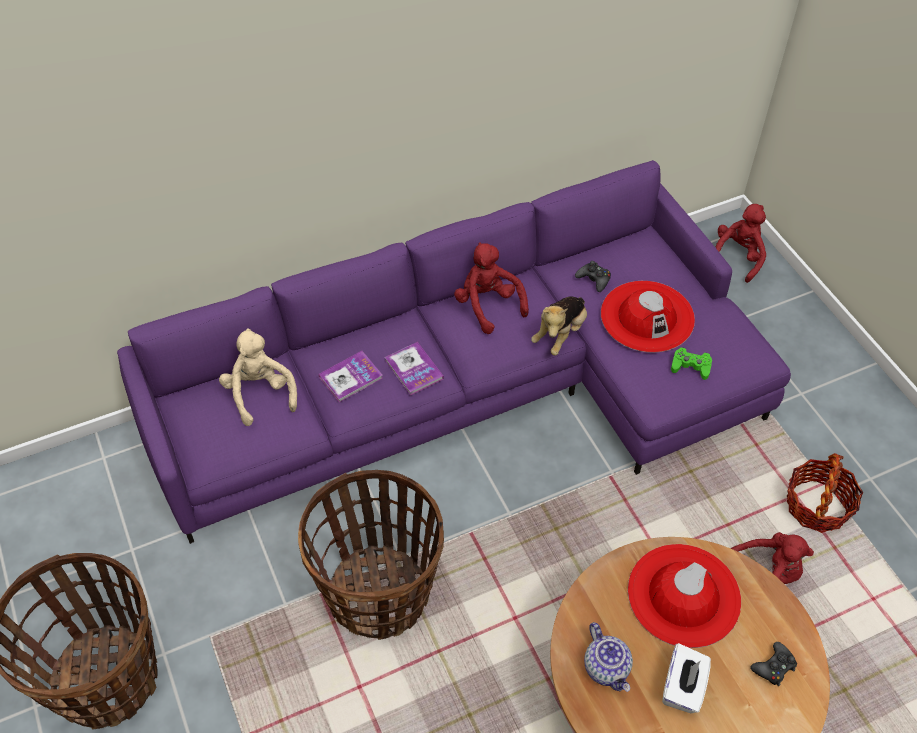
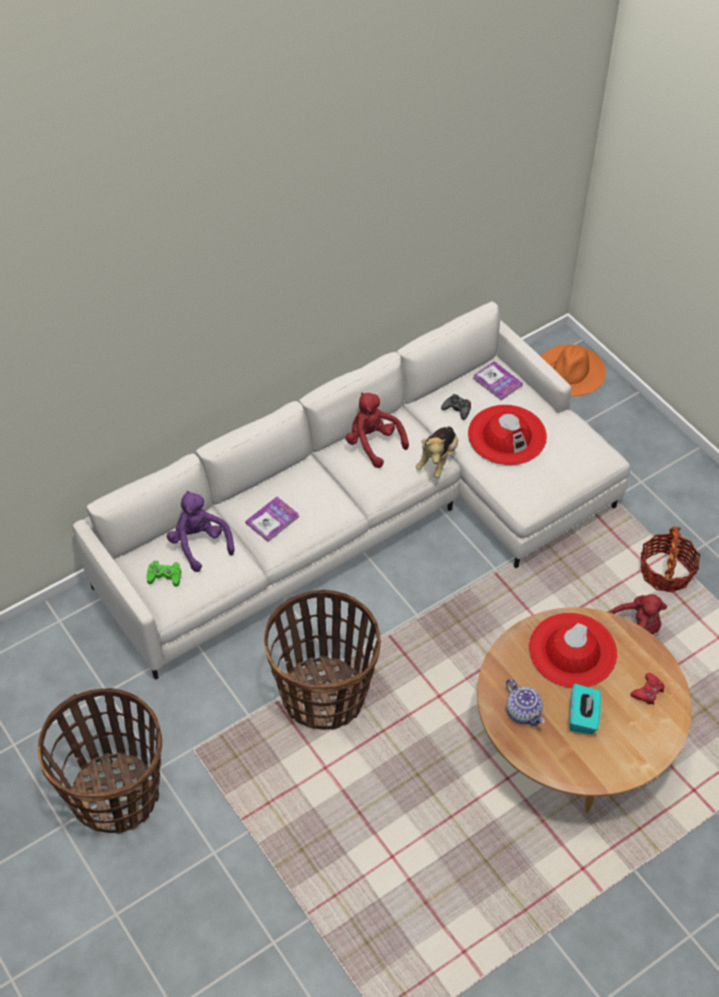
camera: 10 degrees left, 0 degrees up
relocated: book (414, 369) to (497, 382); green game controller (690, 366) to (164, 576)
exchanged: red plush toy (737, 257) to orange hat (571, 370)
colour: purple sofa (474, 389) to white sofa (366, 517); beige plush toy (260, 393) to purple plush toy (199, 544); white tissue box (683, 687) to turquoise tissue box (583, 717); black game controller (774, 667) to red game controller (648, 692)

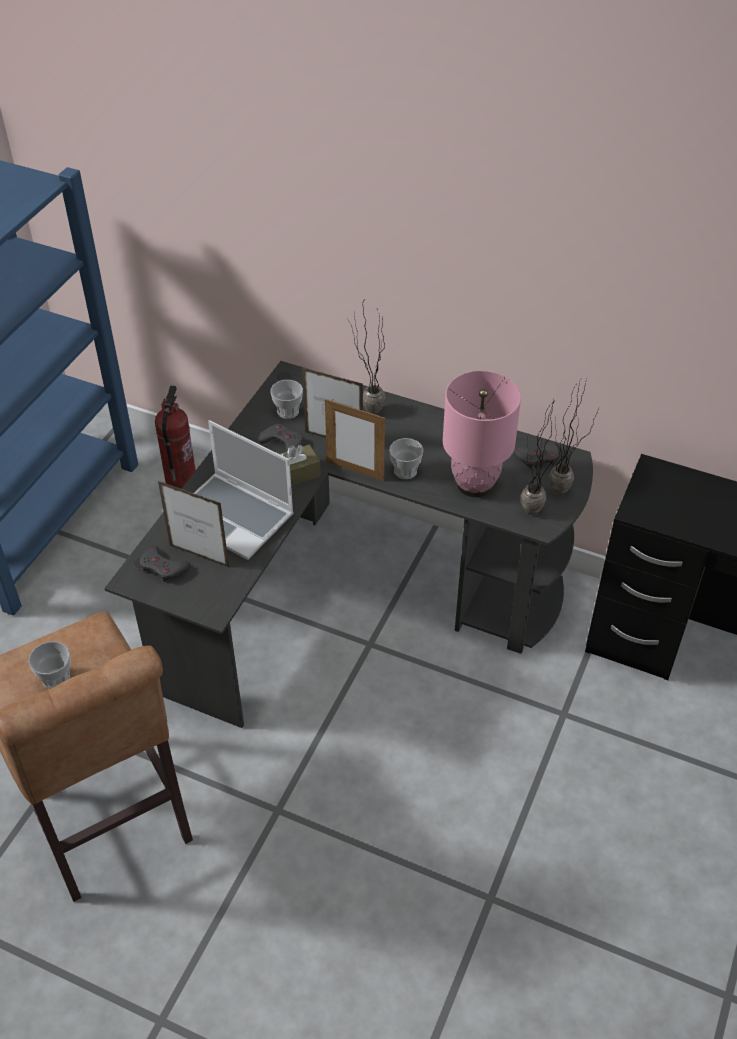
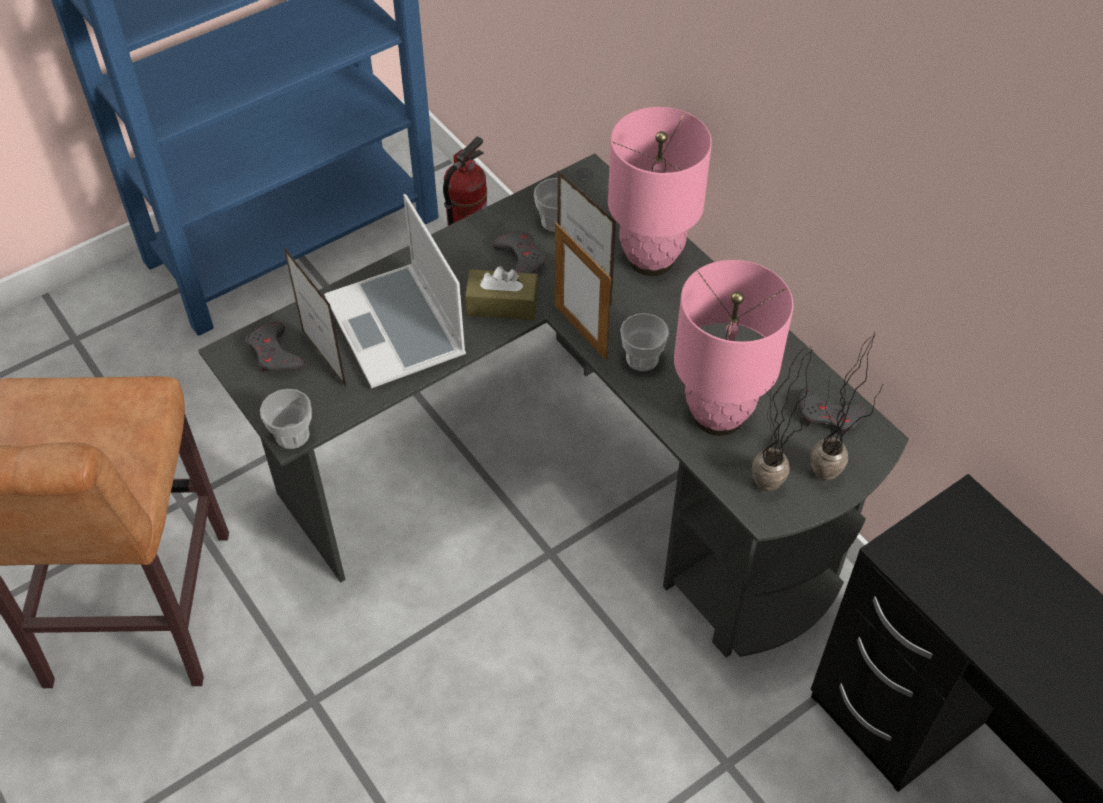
camera: 30 degrees right, 5 degrees up
relocated: cup (56, 678) to (292, 435)
exchanged: potted plant (366, 410) to pink table lamp (651, 259)

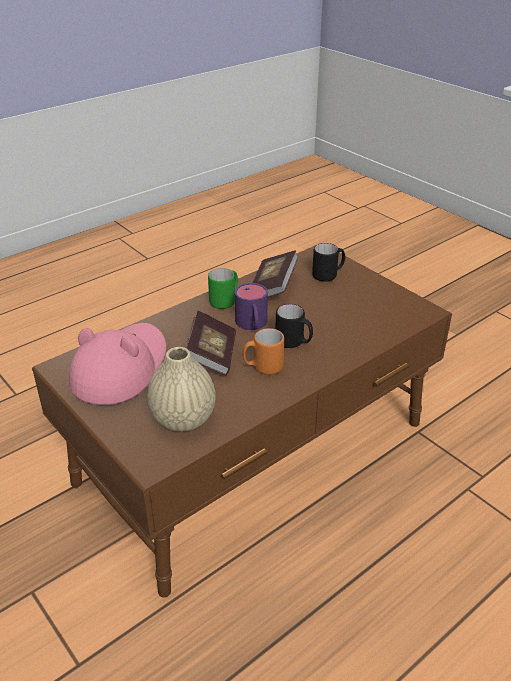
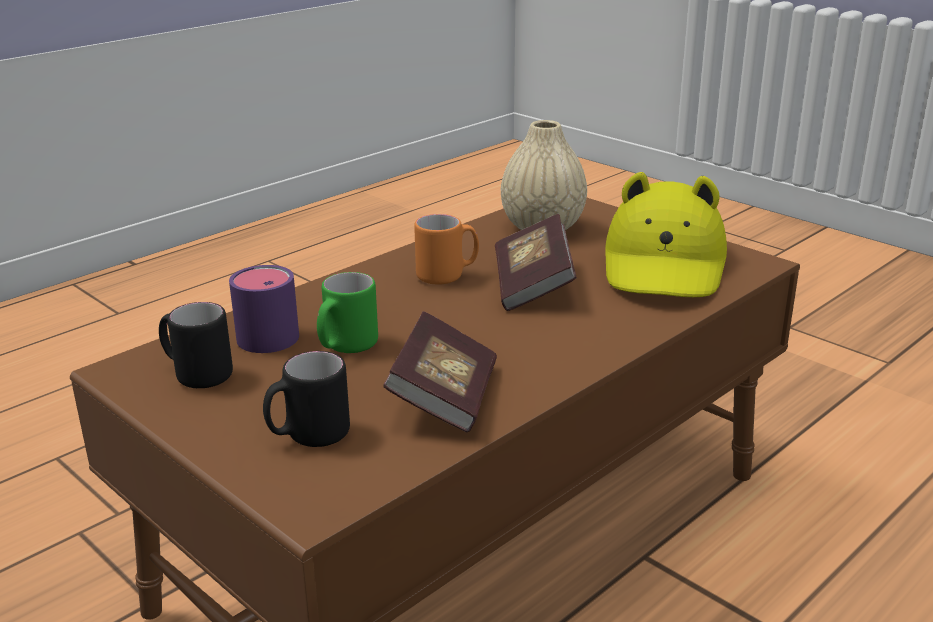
camera: 175 degrees right, 10 degrees down
relocated: green mug (225, 301) to (345, 347); purple mug (252, 325) to (266, 331); black mug (294, 343) to (196, 375)
colour: pink hat (120, 368) to yellow hat (665, 265)

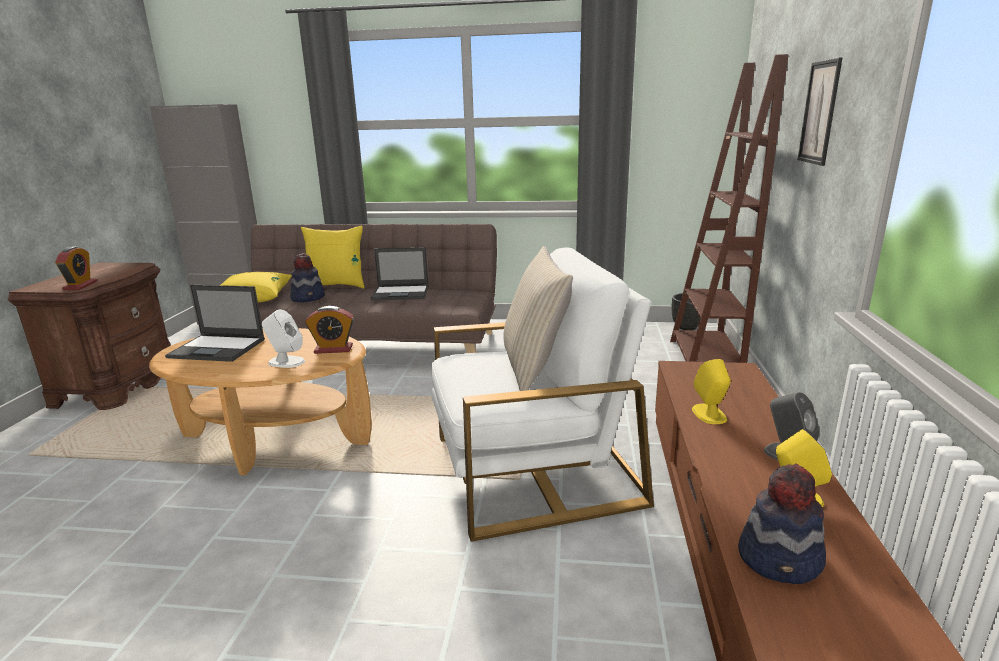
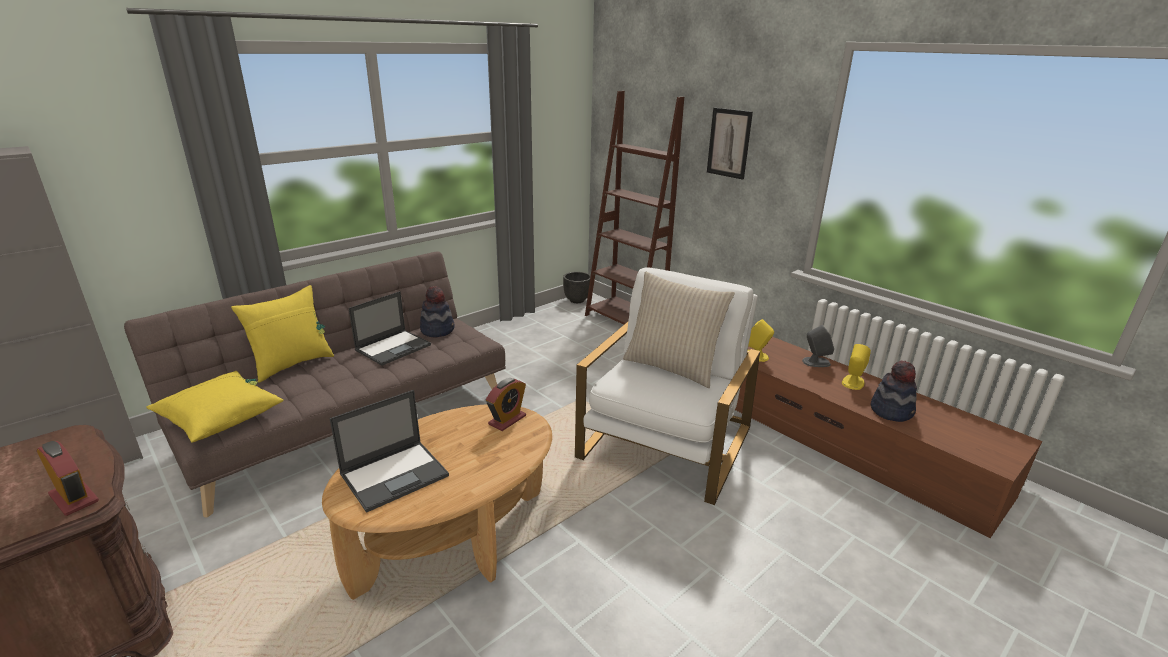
camera: 50 degrees left, 5 degrees up
missing: white speaker (286, 362)
relocated: hat (308, 298) to (438, 330)

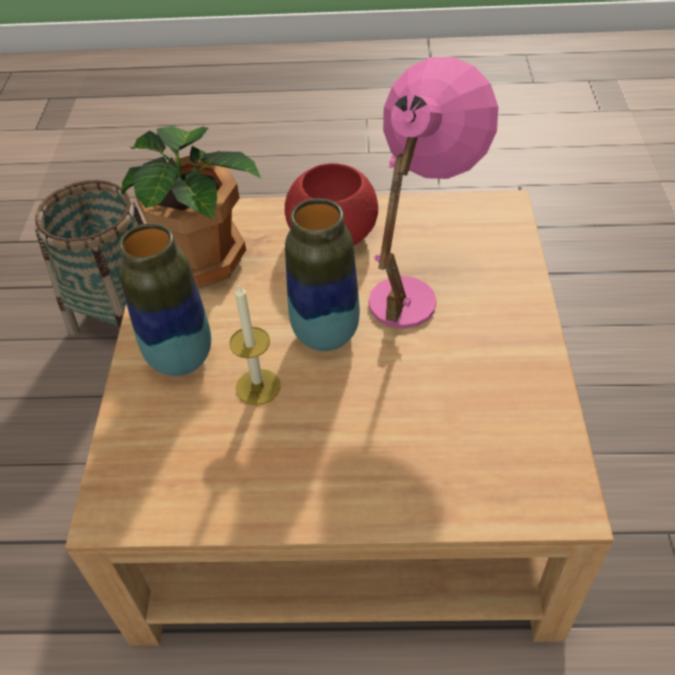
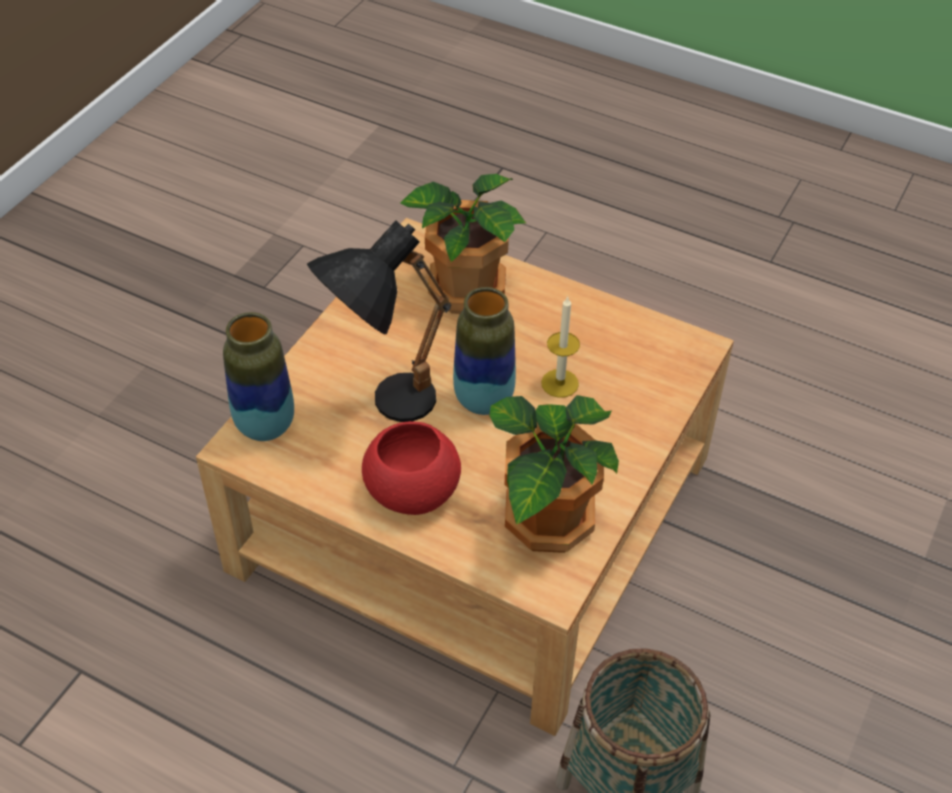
camera: 155 degrees left, 0 degrees up
appeared: potted plant (465, 288)
relocated: vase (181, 358) to (265, 426)
colour: pink table lamp (415, 287) to black table lamp (383, 406)

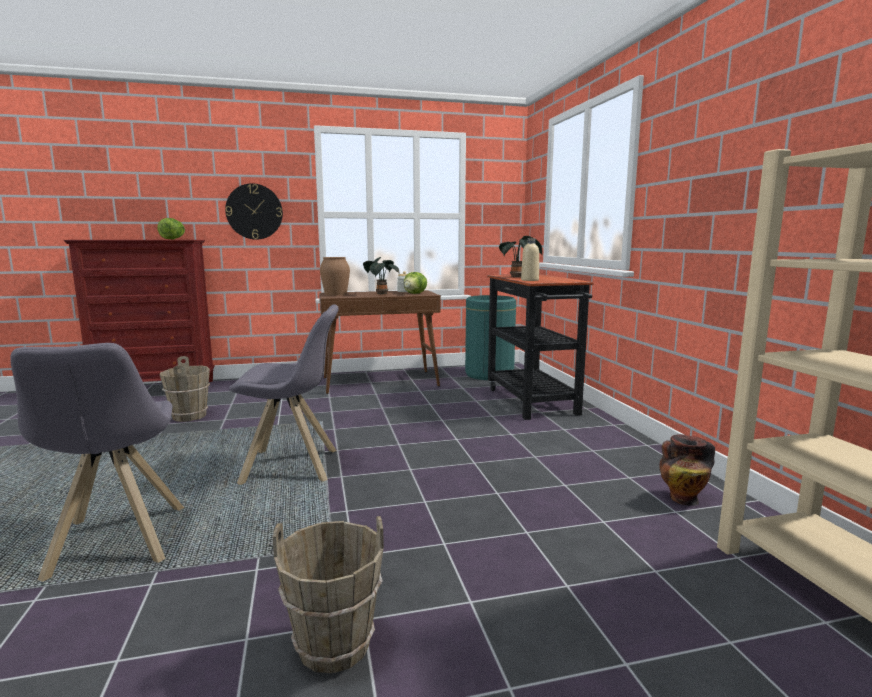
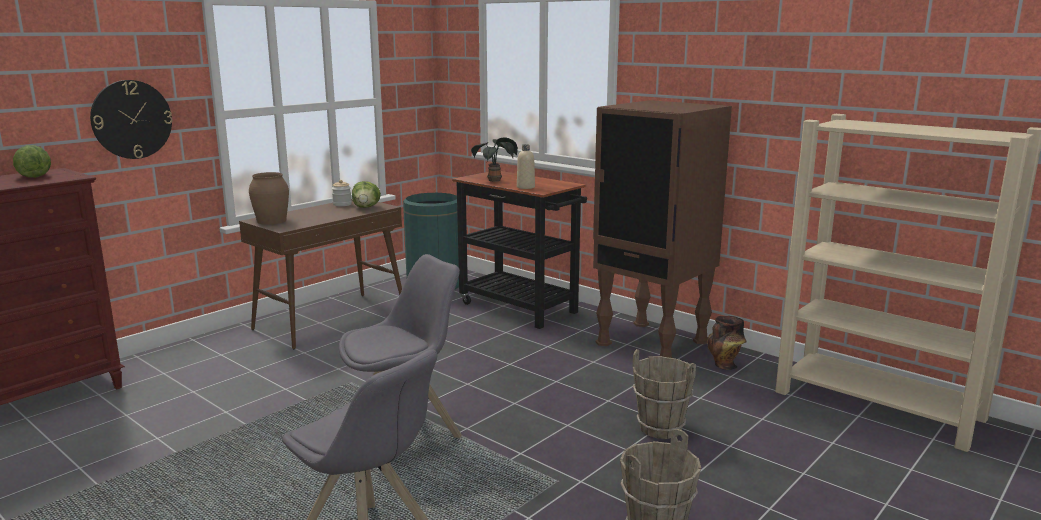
camera: 35 degrees left, 5 degrees up
missing: potted plant (380, 293)
appeared: brown cabinet (652, 343)
relocated: brown bucket (190, 416) to (660, 428)

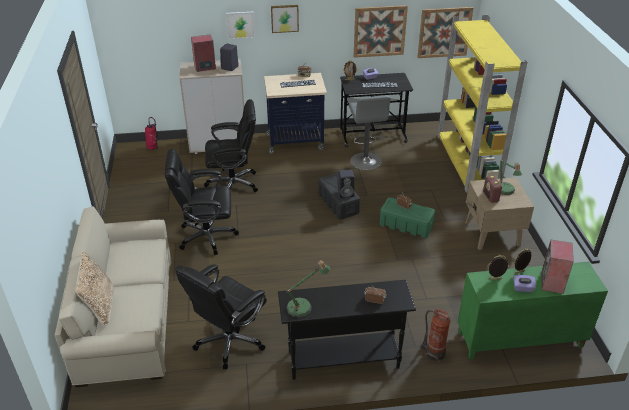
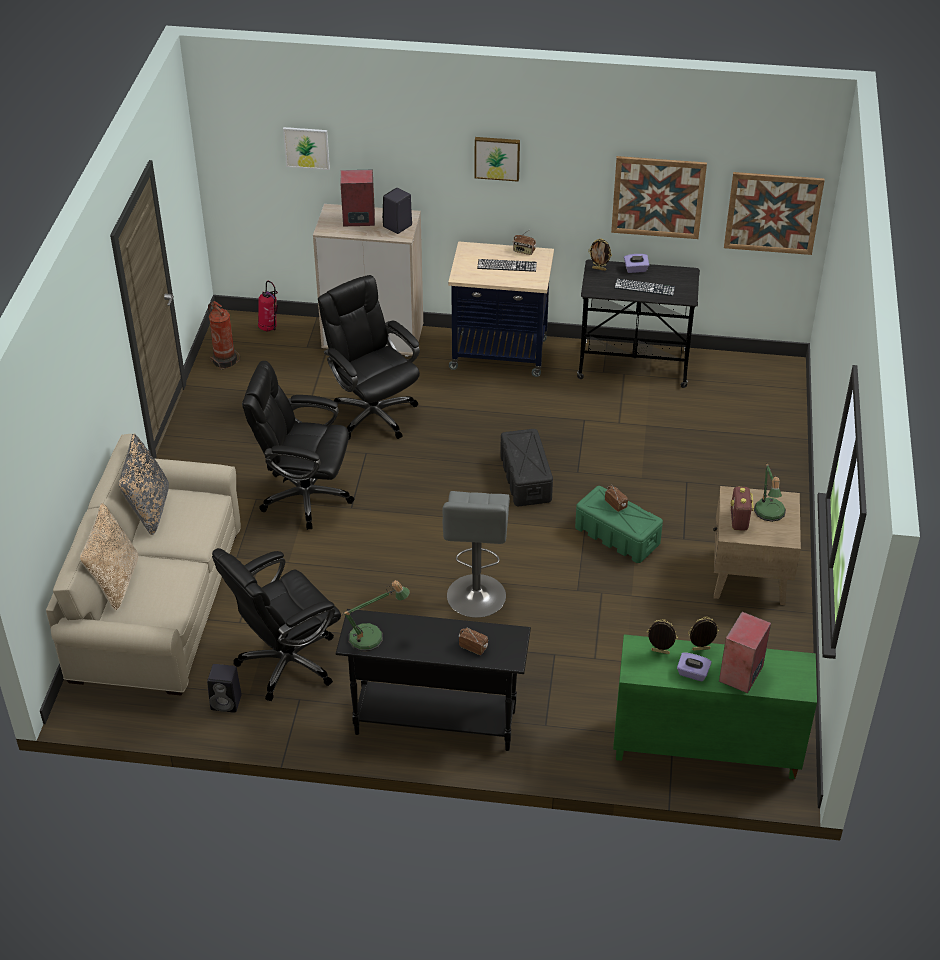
camera: 15 degrees right, 5 degrees up
missing: yellow bookcase (467, 161)
appeared: grey pillow (149, 510)
relocated: picture (240, 25) to (306, 148); black speaker (346, 193) to (227, 702); grey stool (365, 161) to (475, 596); fire extinguisher (434, 352) to (224, 360)
spun: black office chair (233, 184) = (373, 415) 135 degrees counterclockwise

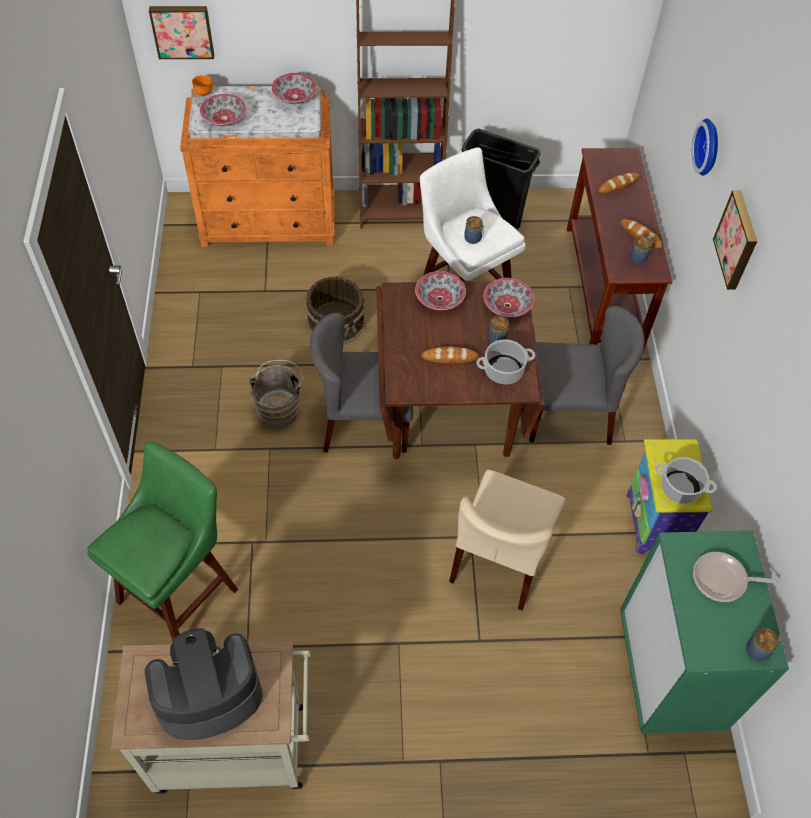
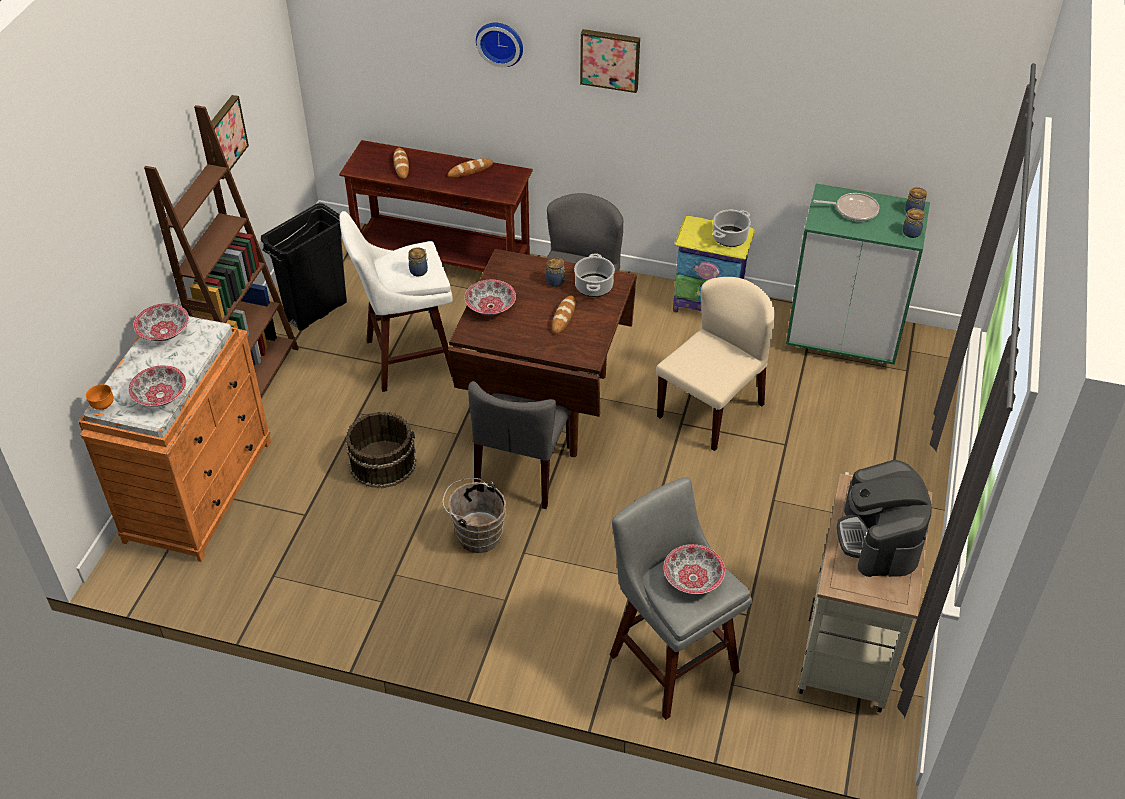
camera: 70 degrees left, 10 degrees down
relocated: picture (182, 31) to (224, 136); bowl (507, 305) to (693, 578); jar (639, 258) to (911, 232)
colour: green stool (181, 592) to grey stool (671, 659)
spun: beige chair (500, 559) = (710, 409) 90 degrees counterclockwise; frying pan (722, 580) = (853, 210) 105 degrees counterclockwise

